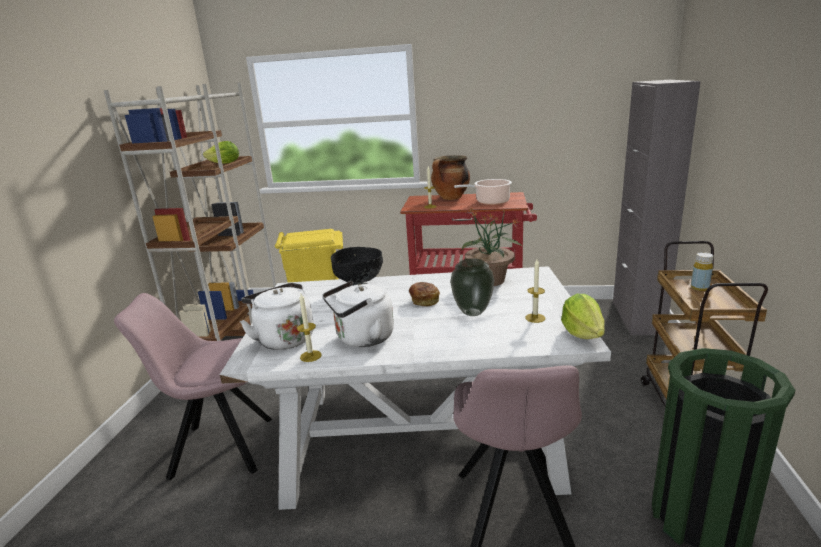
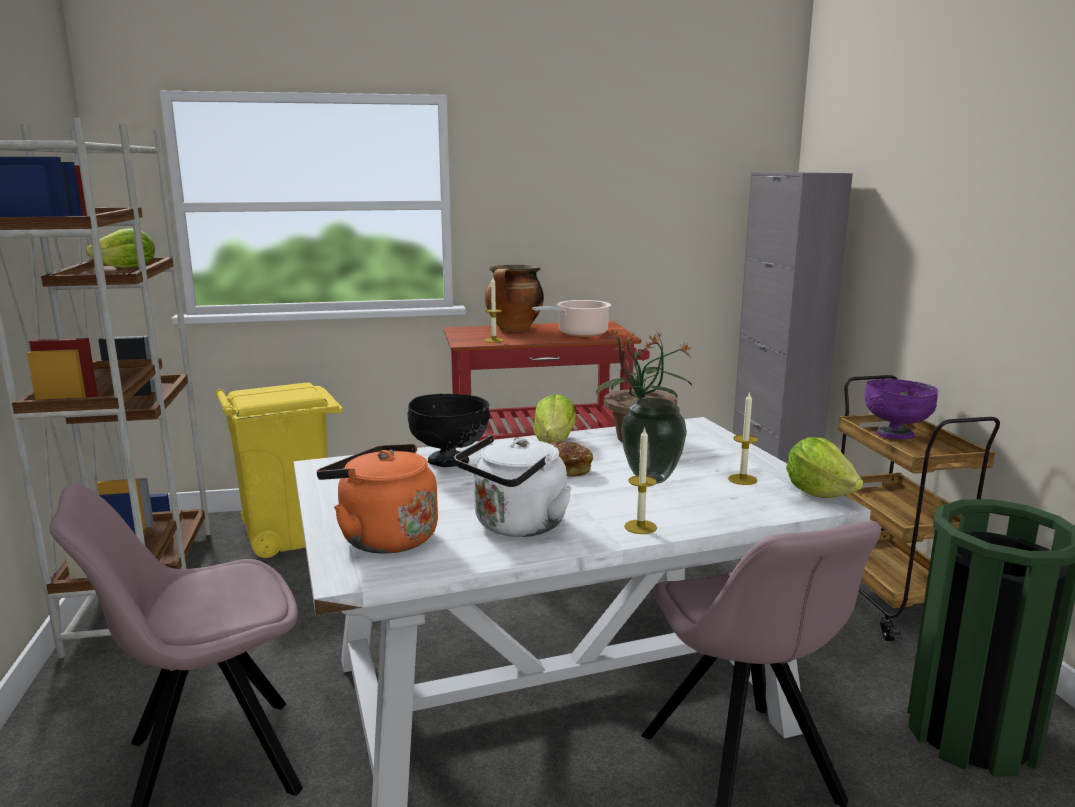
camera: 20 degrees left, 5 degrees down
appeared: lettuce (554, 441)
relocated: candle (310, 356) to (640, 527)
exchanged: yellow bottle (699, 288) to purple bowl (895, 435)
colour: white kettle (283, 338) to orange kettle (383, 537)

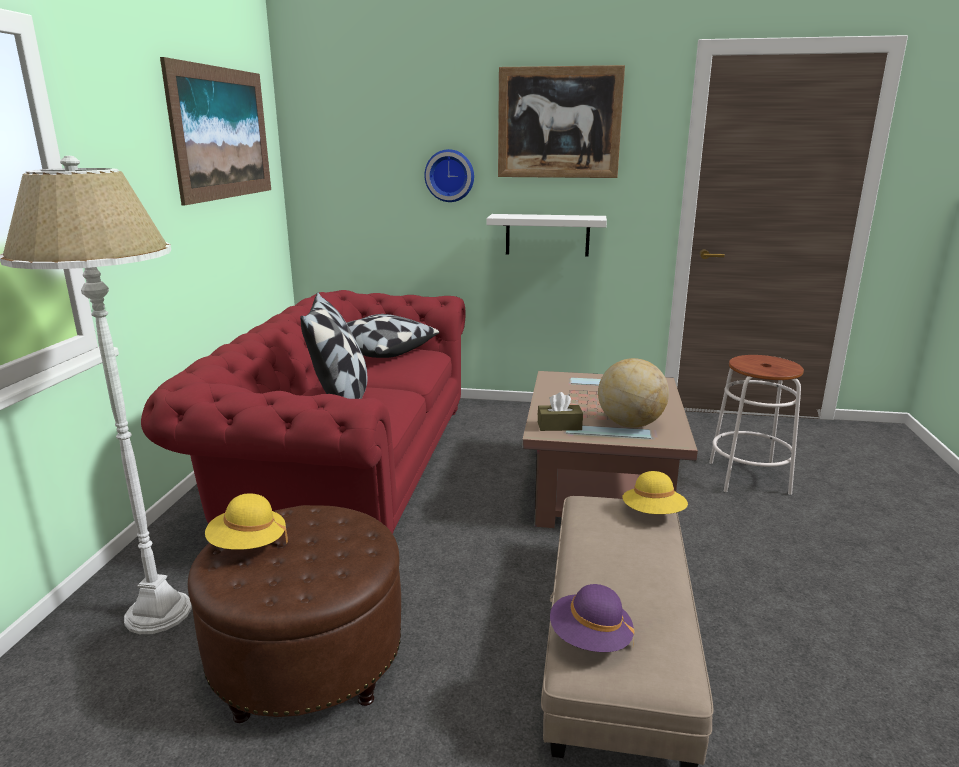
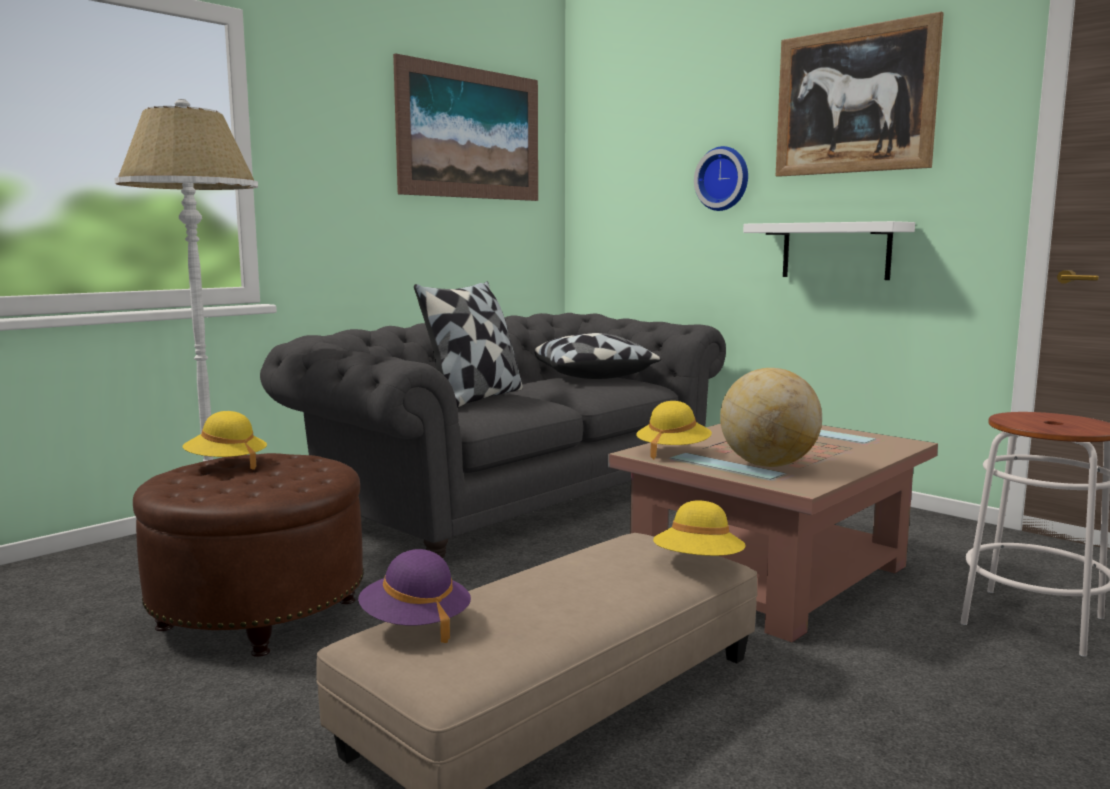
camera: 35 degrees right, 10 degrees down
exchanged: brown tissue box (559, 426) to yellow hat (673, 452)
colour: red sofa (343, 465) to grey sofa (510, 493)

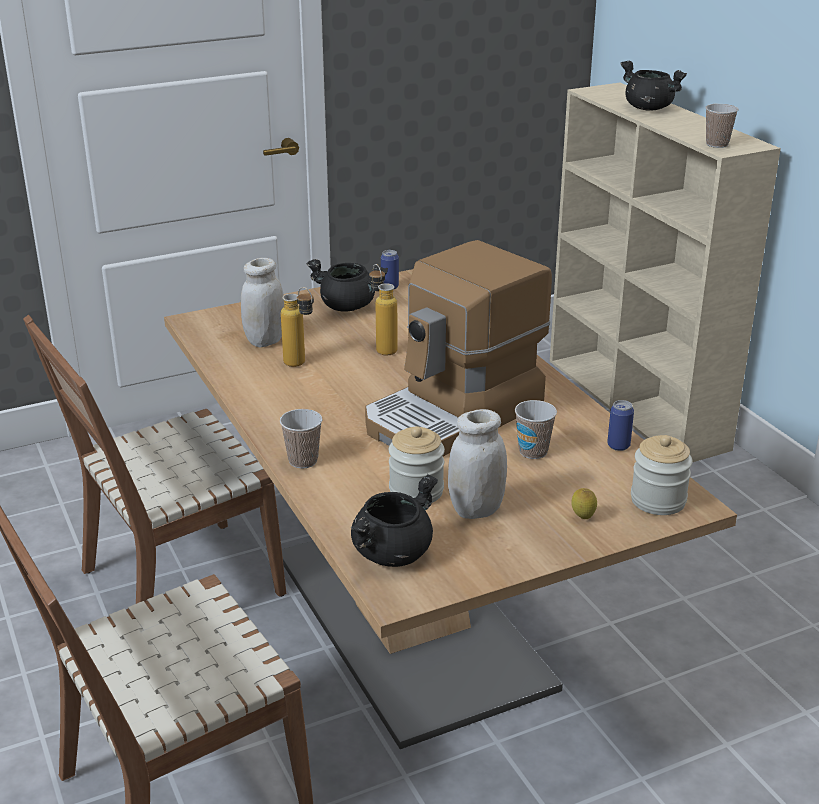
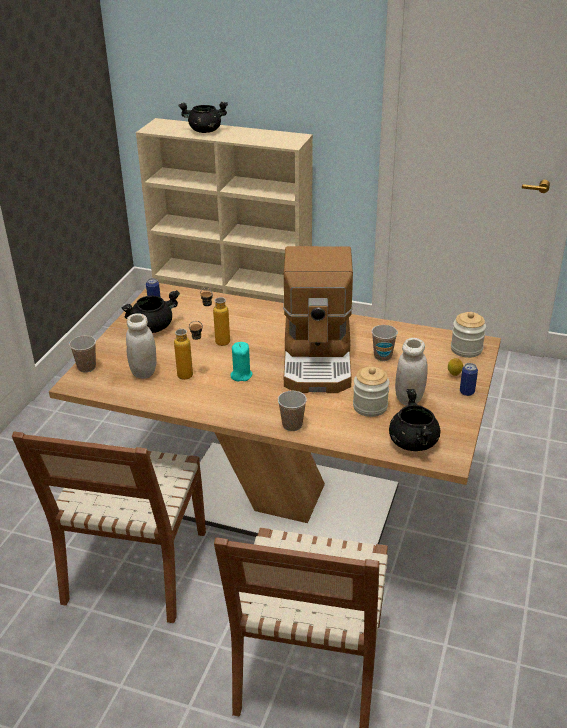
camera: 45 degrees left, 5 degrees up
appeared: turquoise candle (241, 375)
relocated: can (618, 446) to (467, 392); cup (717, 144) to (86, 367)

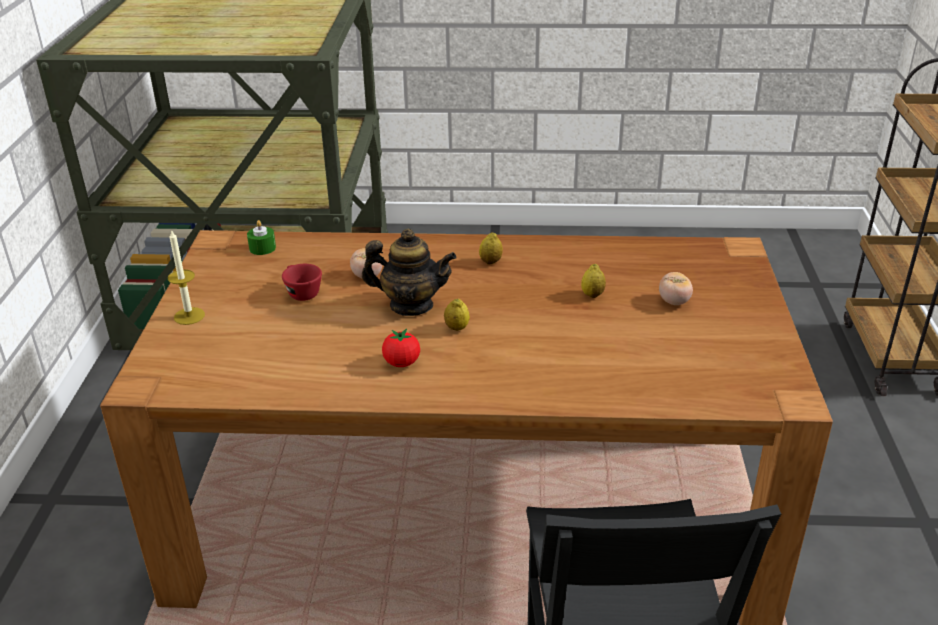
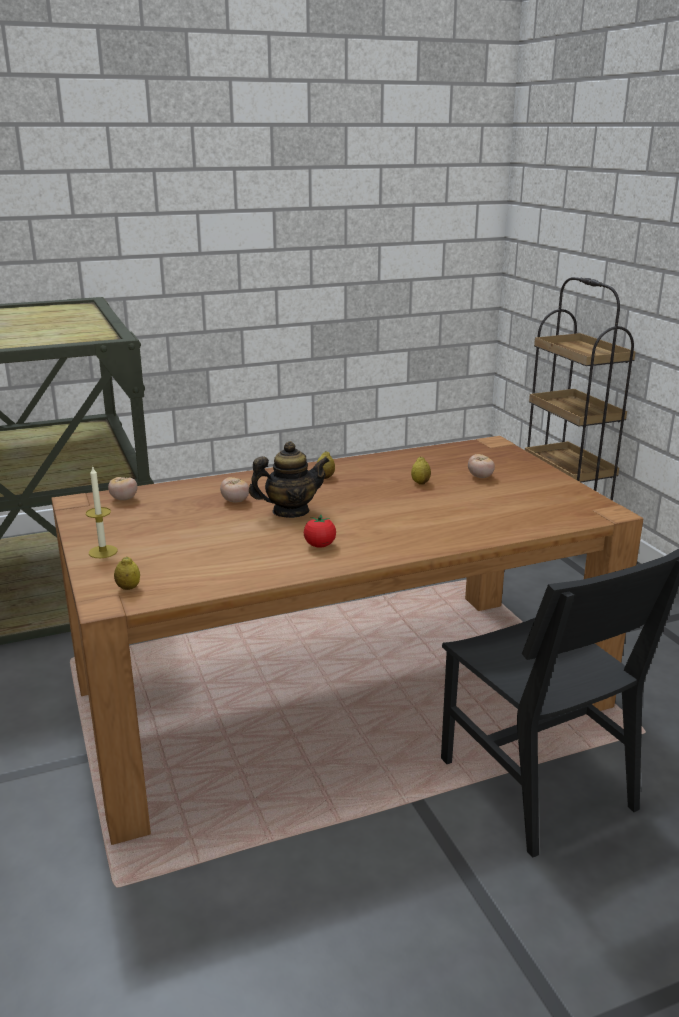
camera: 25 degrees left, 10 degrees down
missing: red cup (301, 292)
relocated: lemon (457, 328) to (128, 588)
exchanged: green candle (262, 248) to tomato (124, 499)

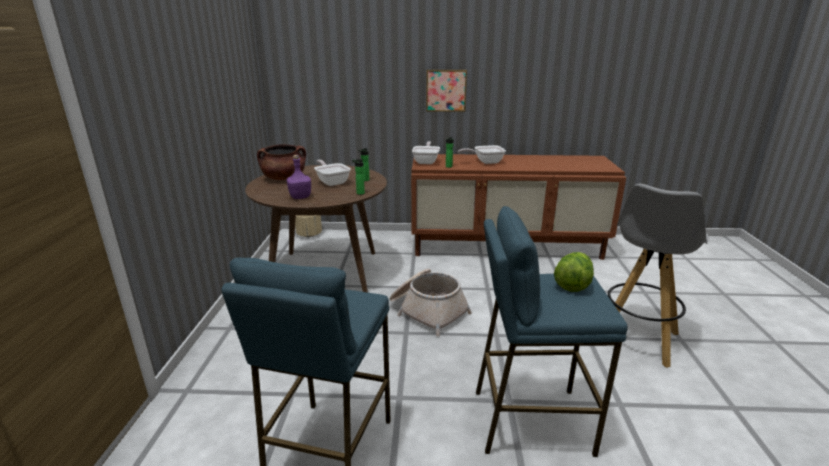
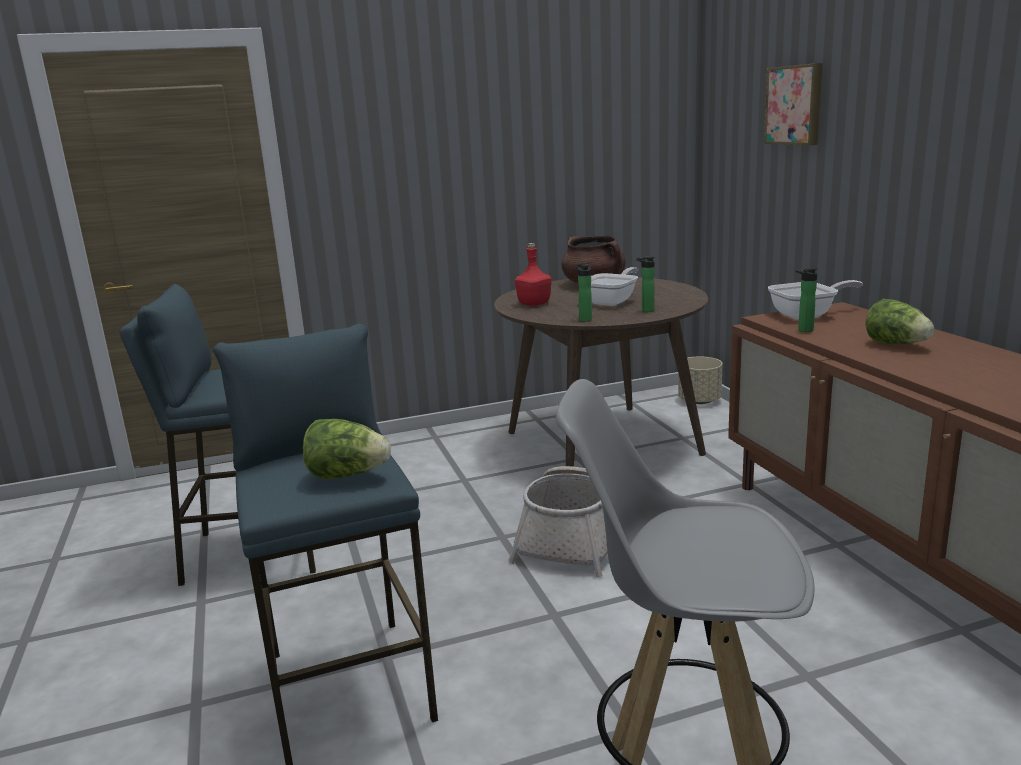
camera: 70 degrees right, 5 degrees down
relocated: picture (446, 90) to (795, 105)
exchanged: frying pan (485, 162) to lettuce (896, 344)
colour: purple bottle (300, 197) to red bottle (534, 304)

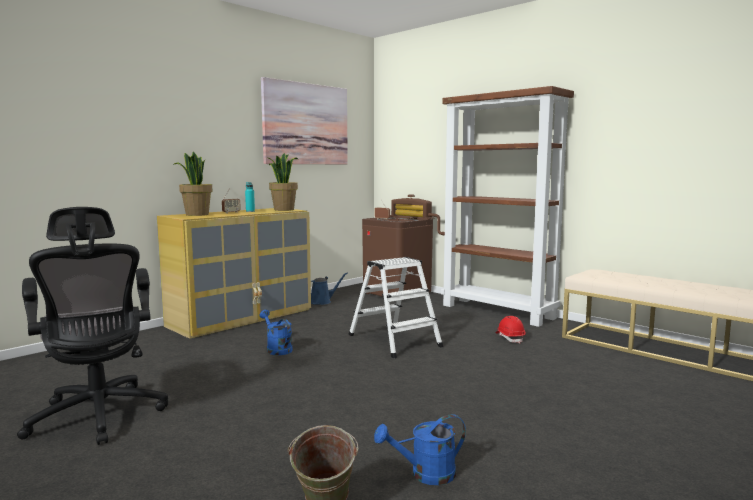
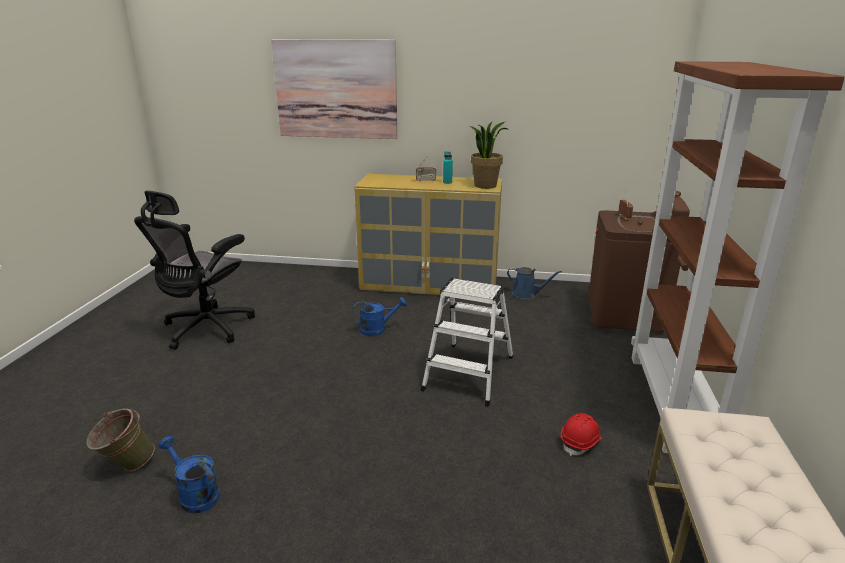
camera: 55 degrees right, 15 degrees up
missing: potted plant (196, 214)
relocated: picture (306, 124) to (336, 89)
spun: blue watering can (277, 349) = (377, 329) 60 degrees clockwise

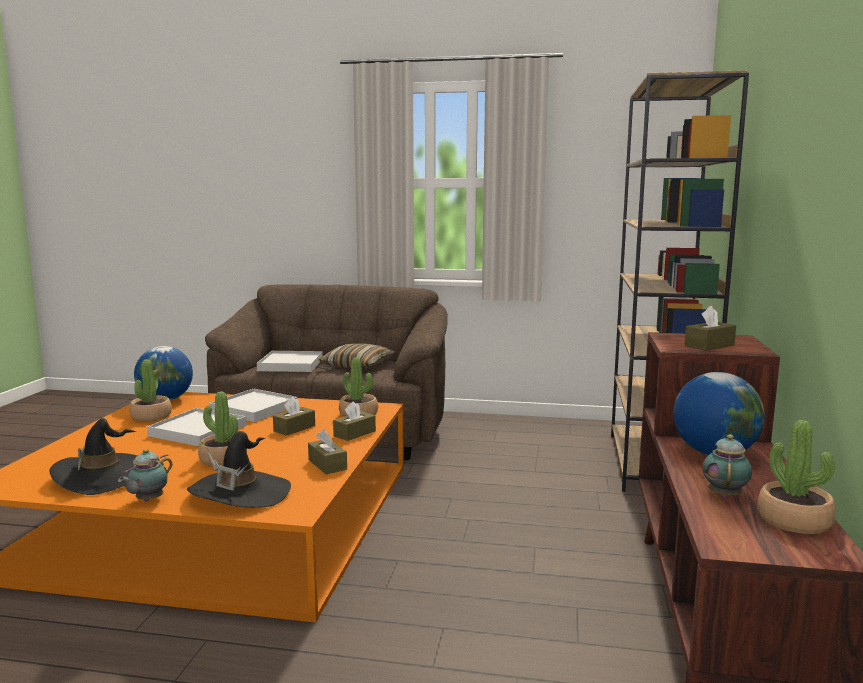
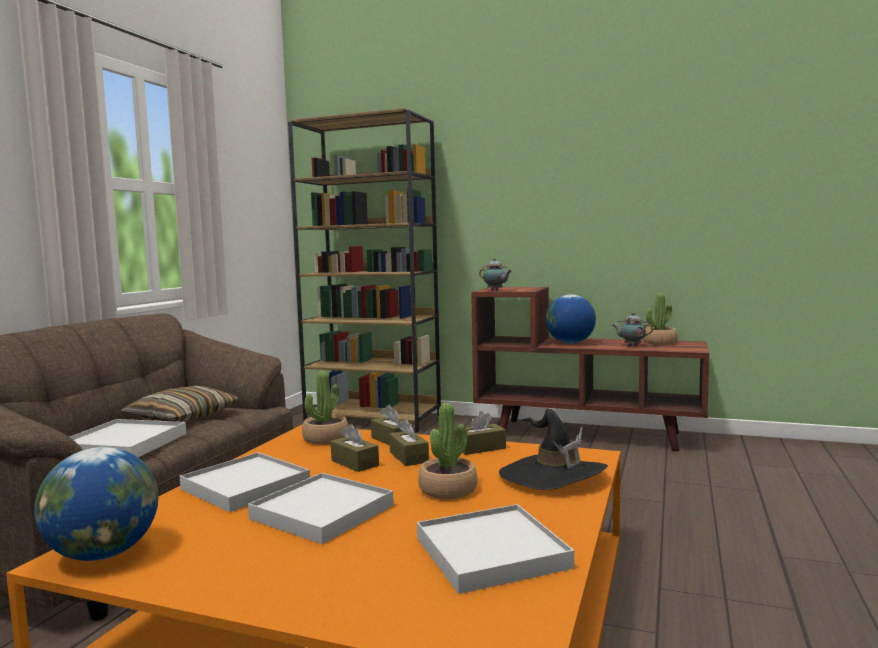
camera: 80 degrees left, 5 degrees down
missing: potted plant (151, 416)
relocated: teapot (148, 500) to (495, 290); brown tissue box (709, 345) to (408, 457)
exchanged: black hat (104, 476) to white tray (491, 552)

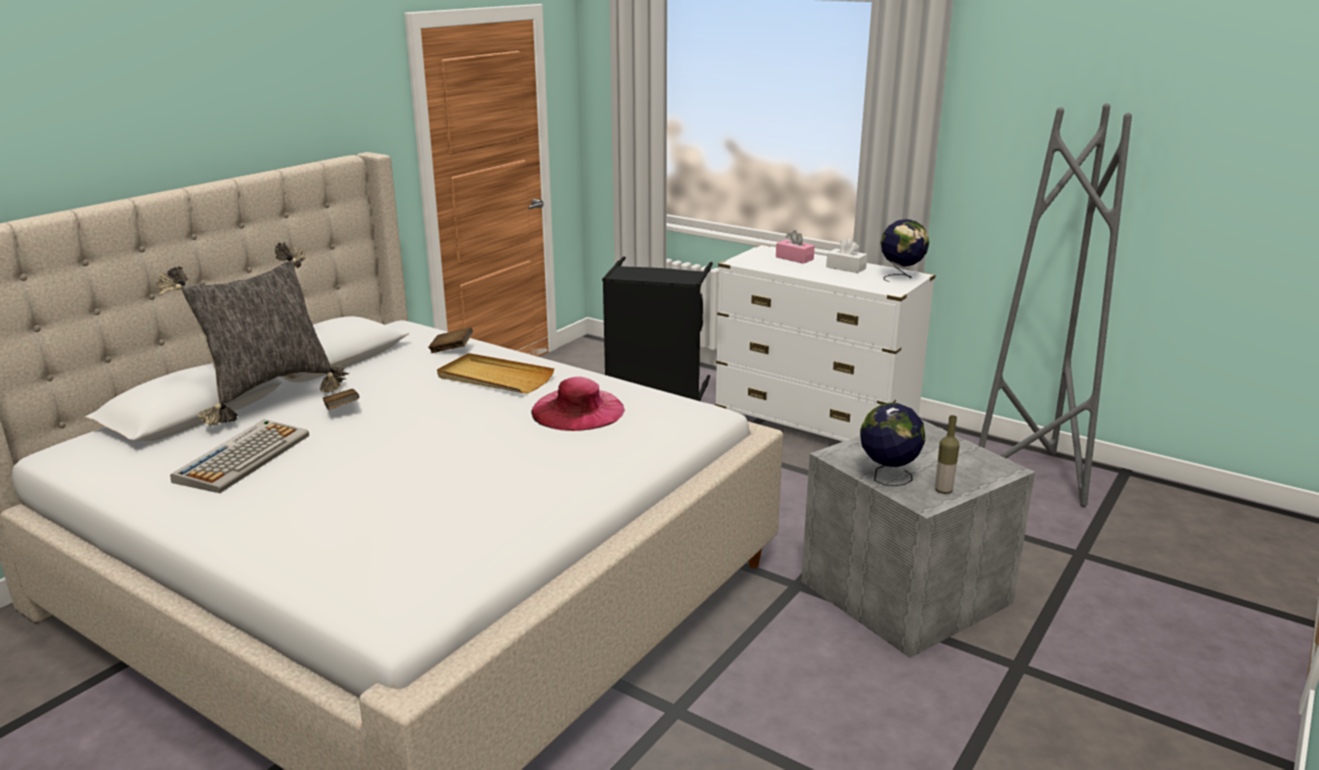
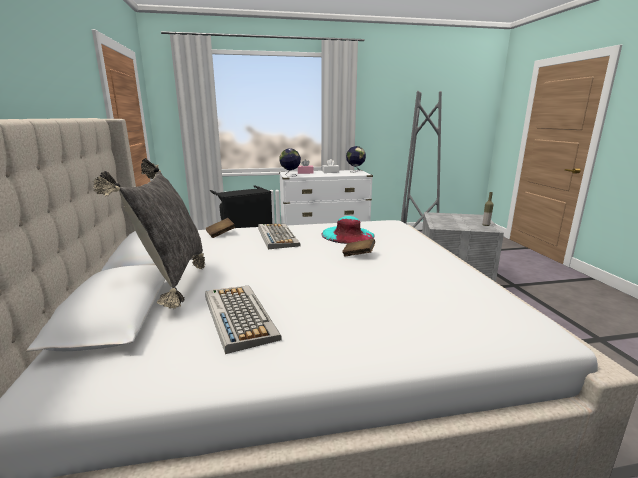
camera: 45 degrees left, 5 degrees down
relocated: brown book (342, 410) to (358, 255); globe (887, 478) to (290, 176)
exchanged: beige tray (494, 378) to keyboard (277, 236)
colour: pink hat (577, 410) to turquoise hat (348, 235)

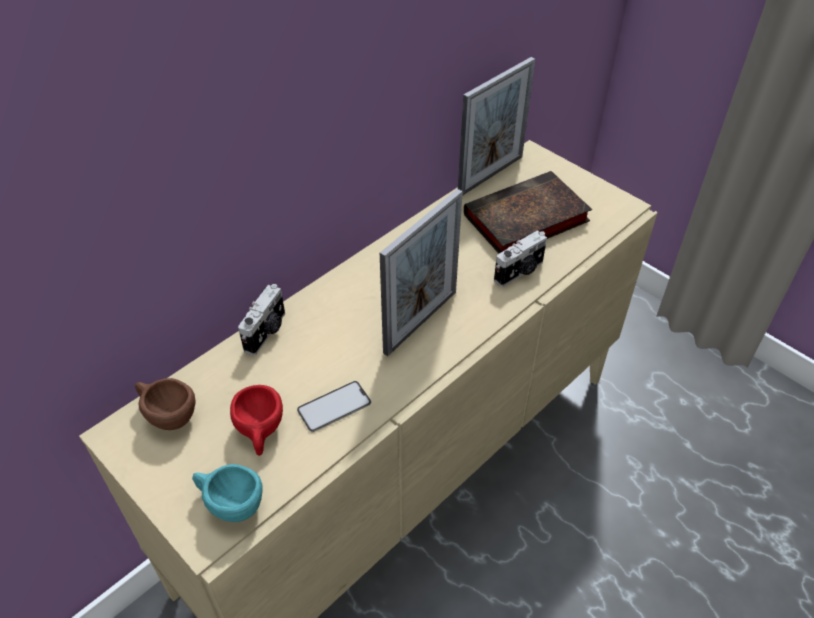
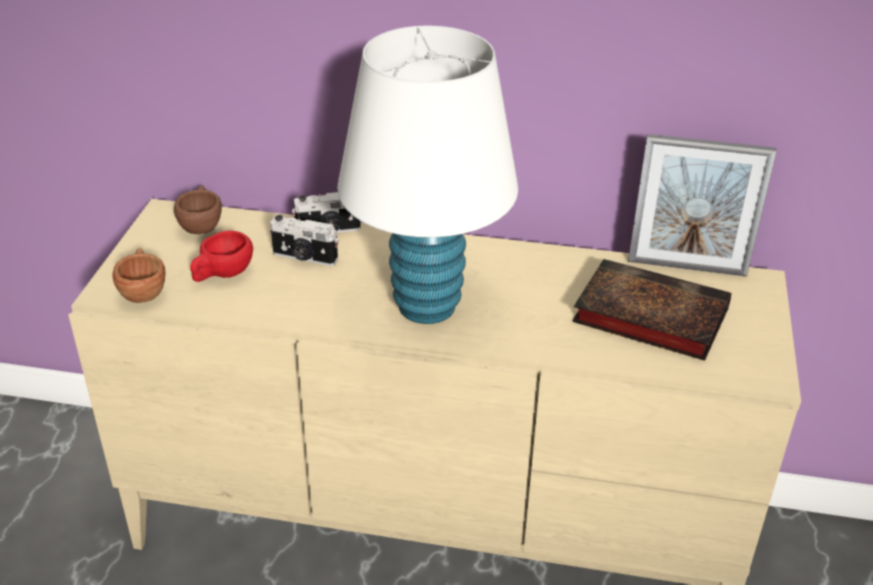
camera: 55 degrees right, 10 degrees down
missing: phone (334, 406)
relocated: photo camera (520, 272) to (304, 258)
exchanged: picture frame (420, 322) to white table lamp (427, 306)
colour: turquoise cup (229, 503) to brown cup (143, 291)

